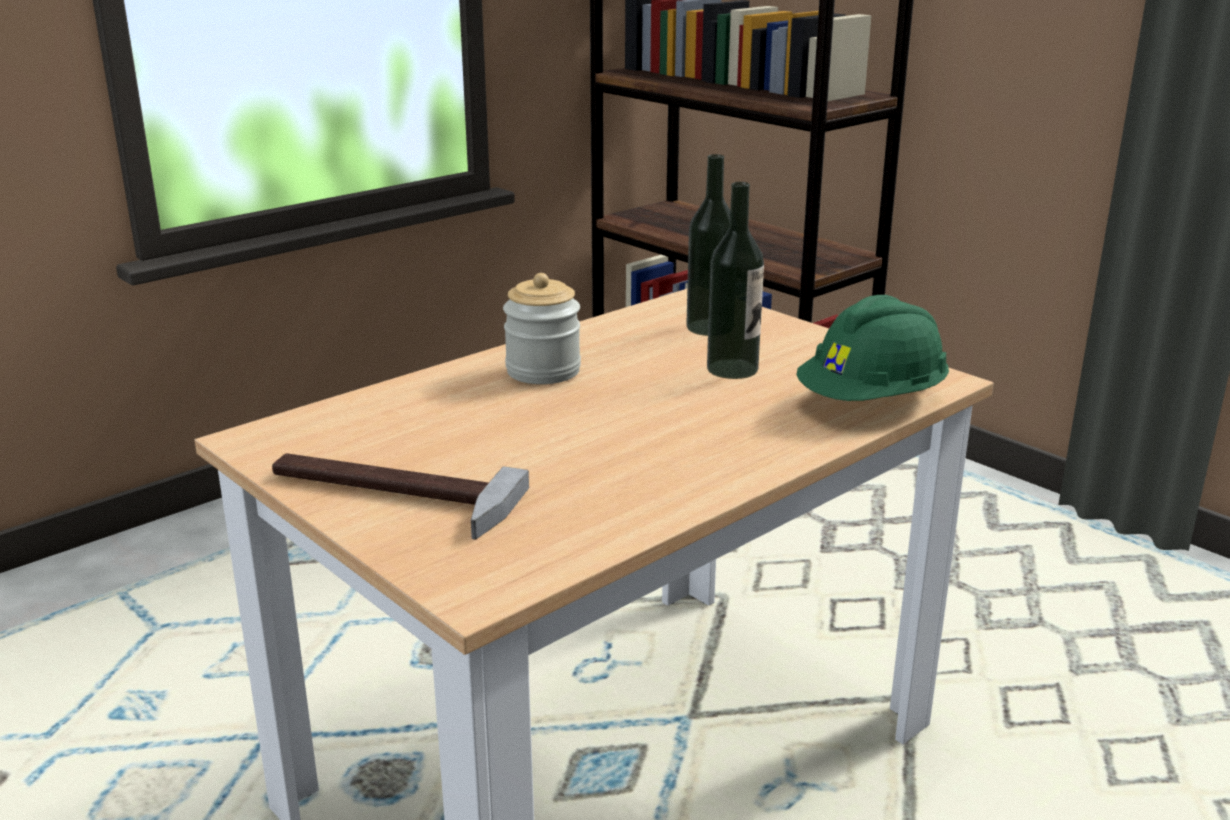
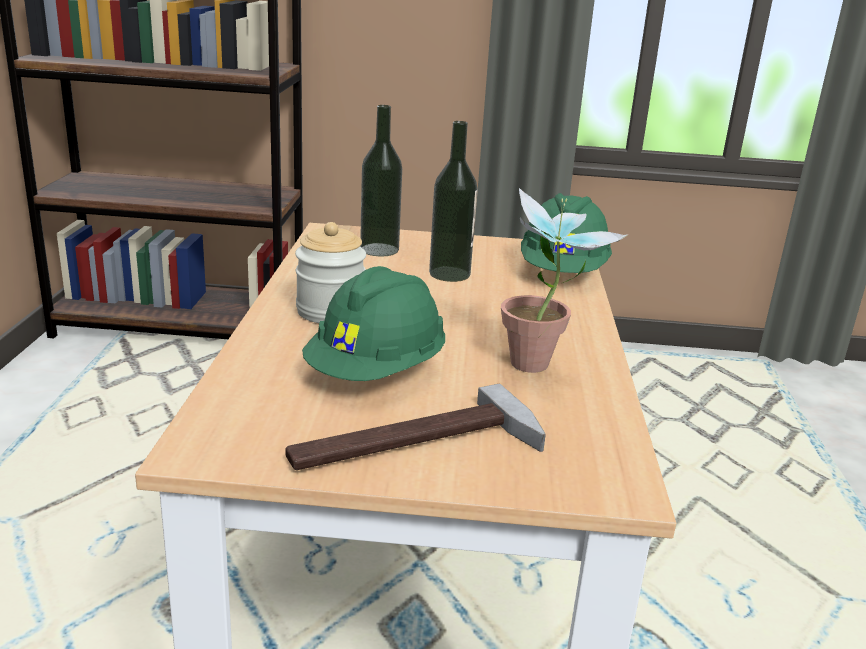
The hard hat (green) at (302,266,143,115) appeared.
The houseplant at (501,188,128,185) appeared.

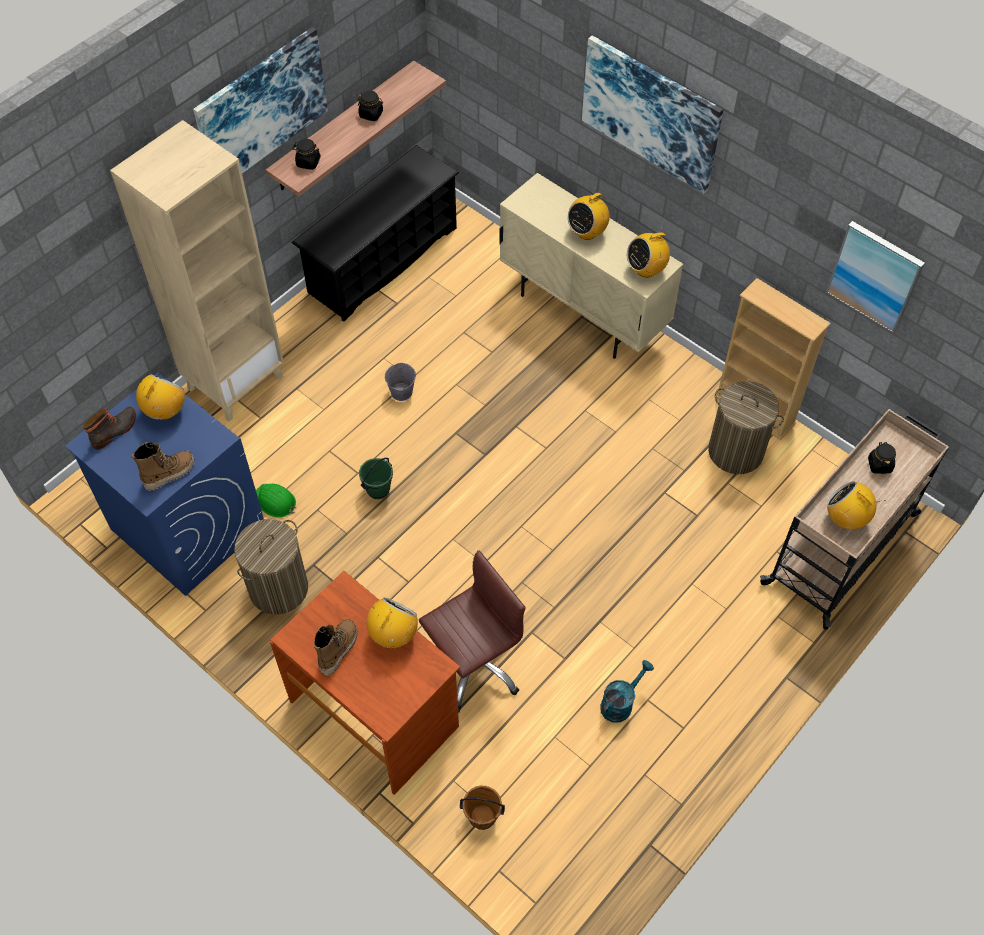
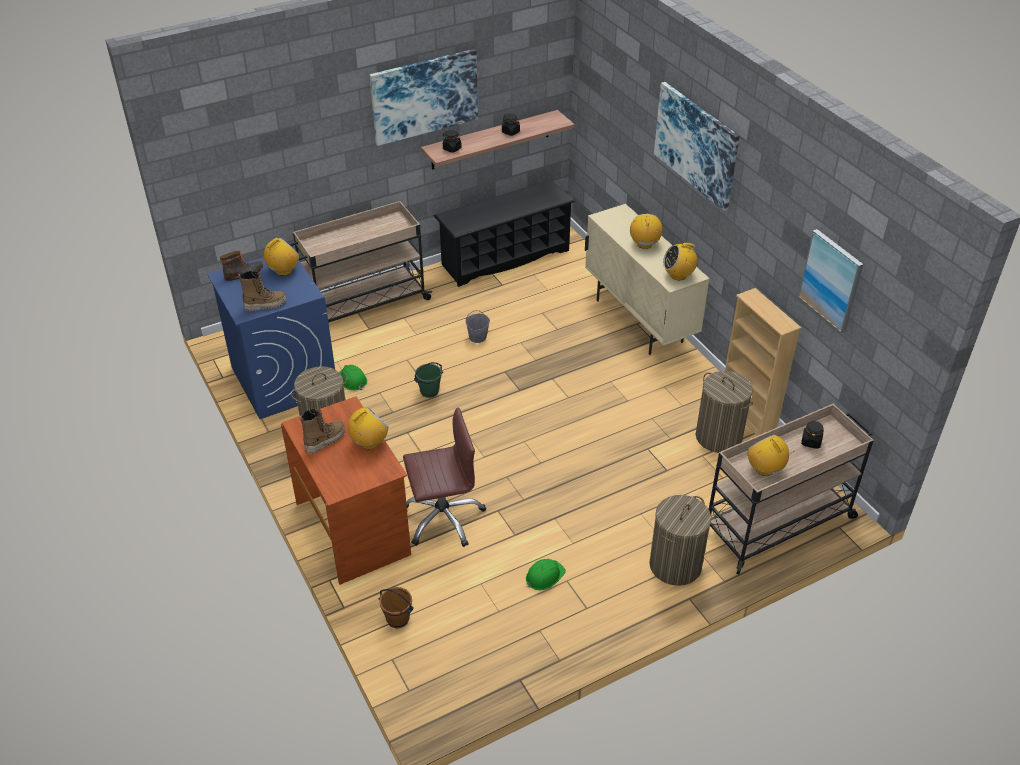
The bookshelf (beige-coloured) at (110,120,174,302) was replaced by the trolley (beige-coloured) at (289,201,143,121).
The sprinkling can (turquoise) at (601,660,53,63) was replaced by the hard hat (green) at (526,559,40,31).
The radio at (568,189,42,51) turned 120 degrees clockwise.
The laundry basket at (649,495,62,91) appeared.

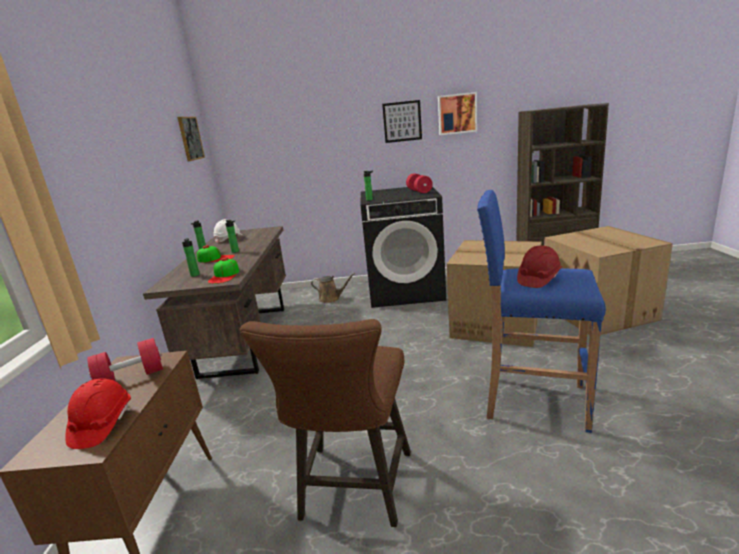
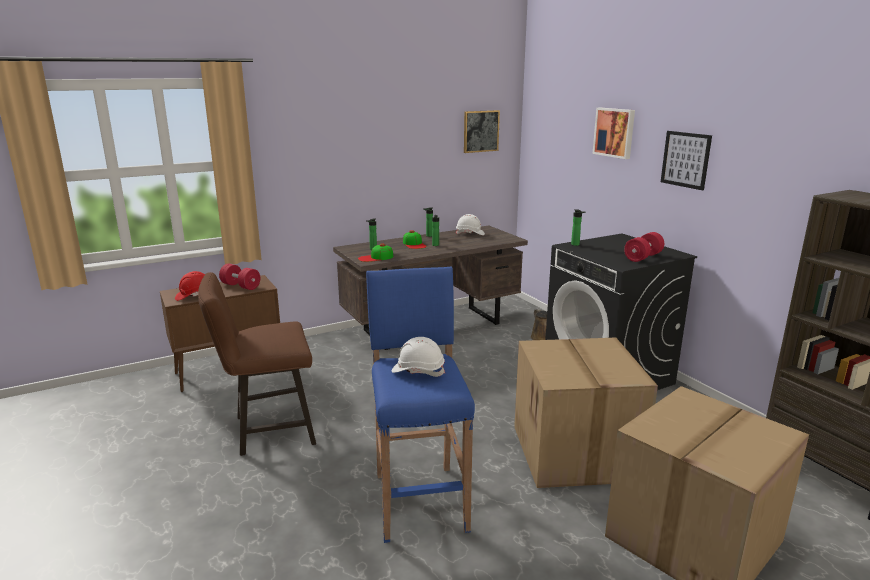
The hard hat (red) at (517,245,45,43) became the hard hat (white) at (392,337,53,40).
The wall art moved from (438,92,39,43) to (592,108,43,51).

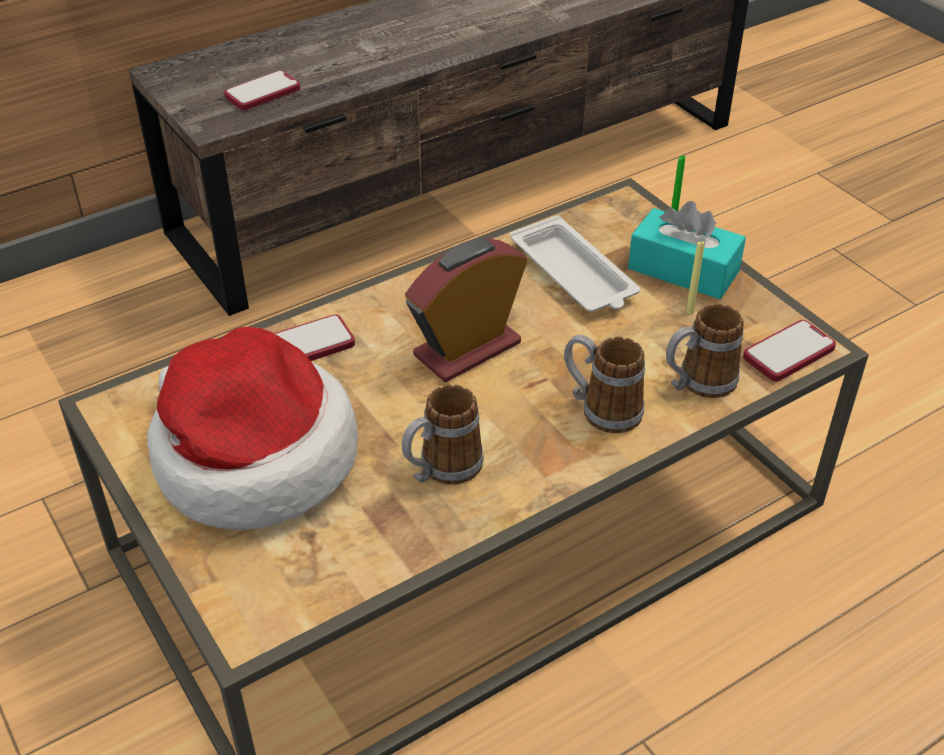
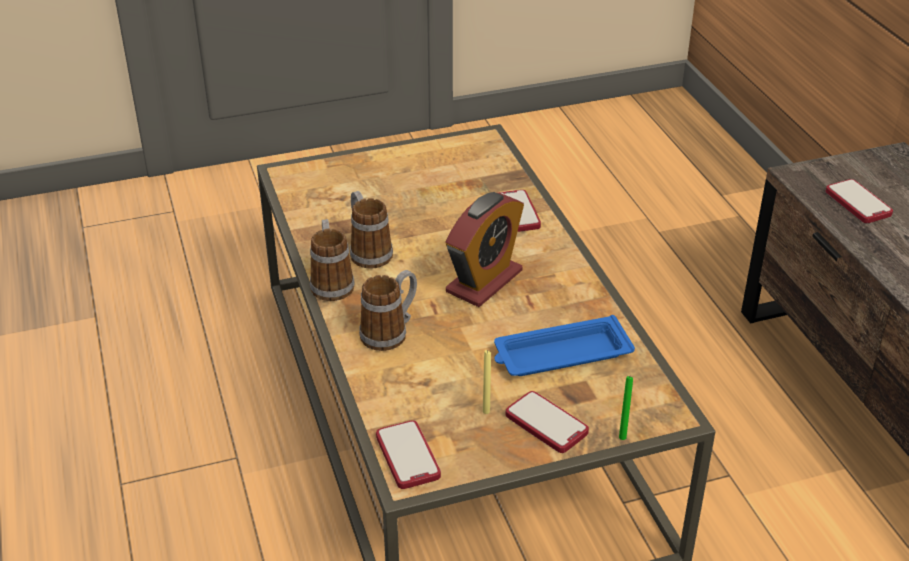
The coffee mug moved from (666,304,78,94) to (310,219,44,82).
The alarm clock at (405,238,122,144) turned 60 degrees clockwise.
The tray (white) at (510,215,130,97) became the tray (bluish) at (494,315,141,61).
The tissue holder (turquoise) at (628,201,118,98) was replaced by the phone at (506,391,83,62).
The clothing hat at (147,327,211,203) disappeared.

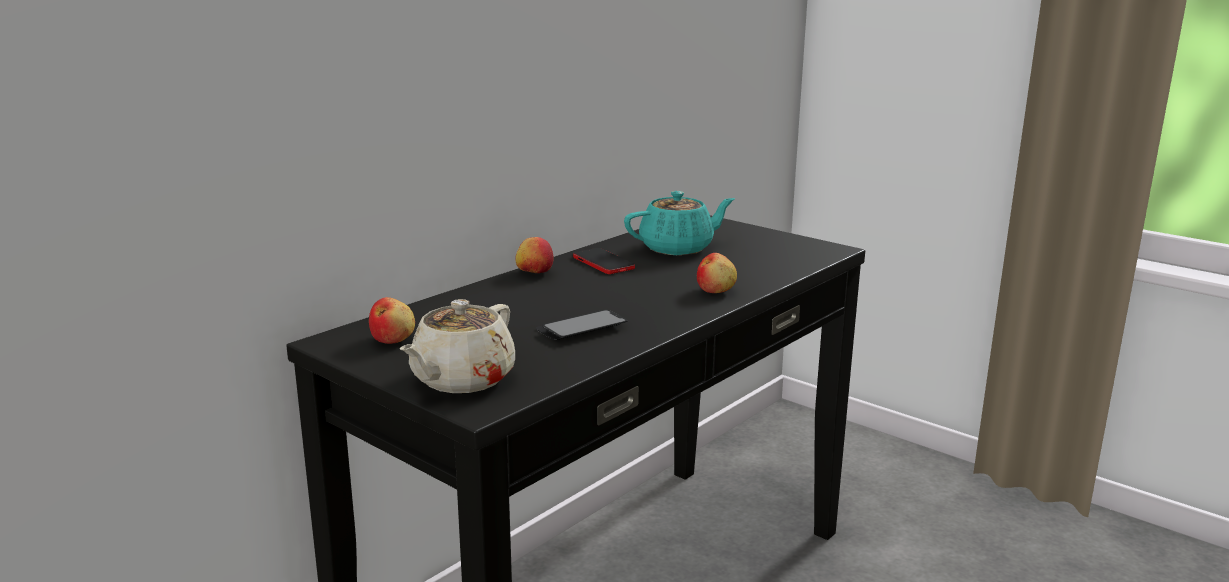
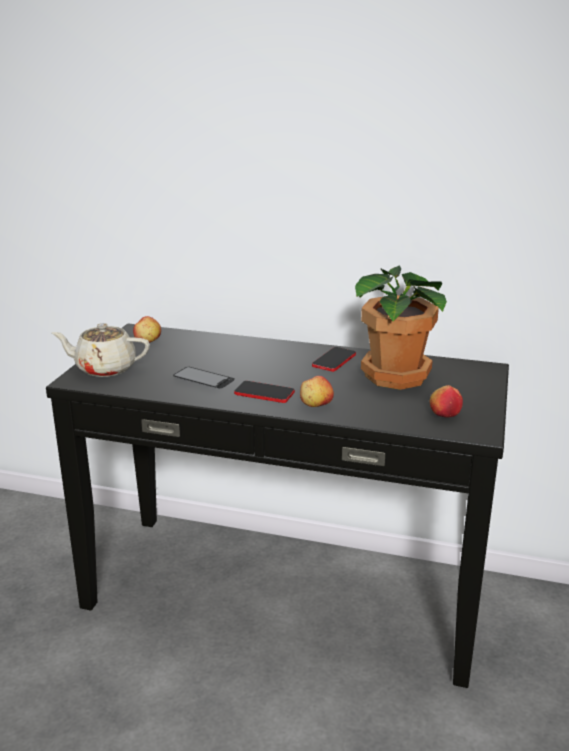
The phone at (234,381,61,22) appeared.
The tea pot (turquoise) at (624,191,111,64) was replaced by the houseplant at (355,265,92,125).
The whole apple moved from (515,237,38,36) to (430,385,33,33).

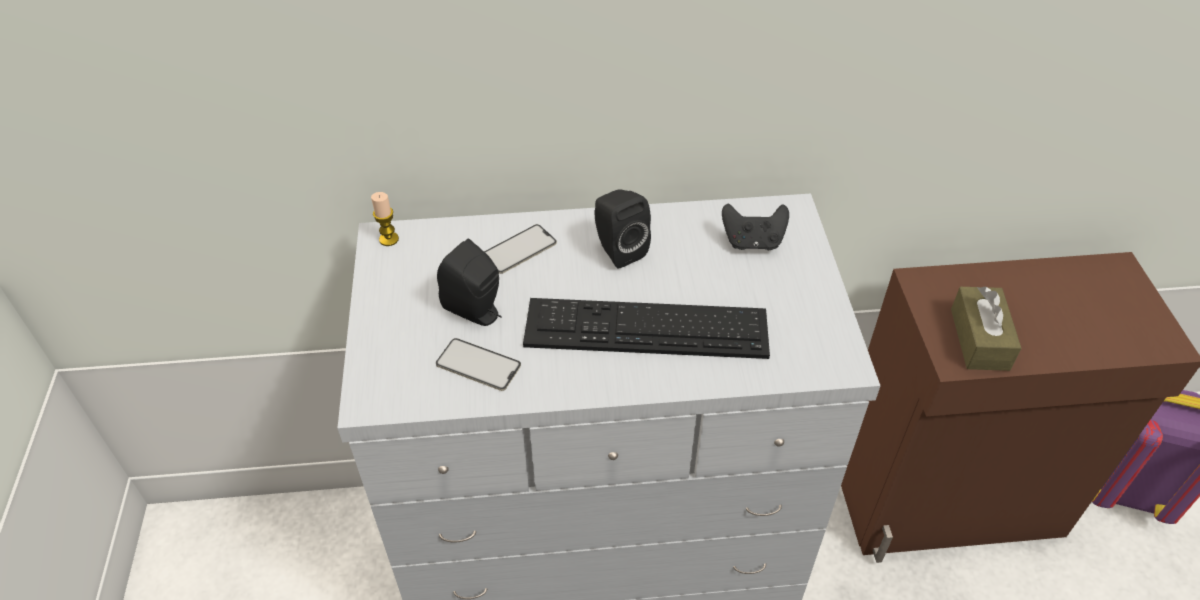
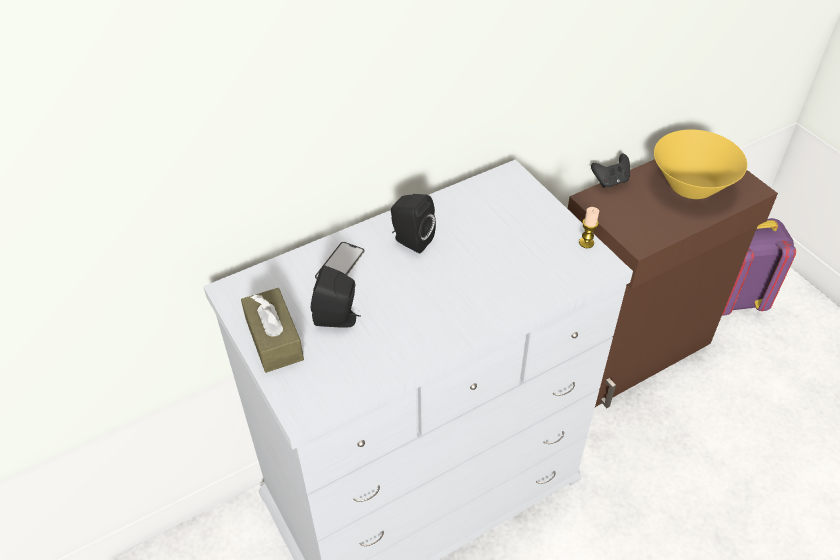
The tissue holder (brown-coloured) moved from (951,287,71,84) to (241,288,63,85).
The candle moved from (371,192,28,54) to (579,207,20,41).
The gamepad (black-coloured) moved from (722,203,67,47) to (591,154,39,34).
The serving bowl (yellowish) at (654,129,93,70) appeared.
The phone at (436,338,85,53) disappeared.
The keyboard at (523,298,247,61) disappeared.

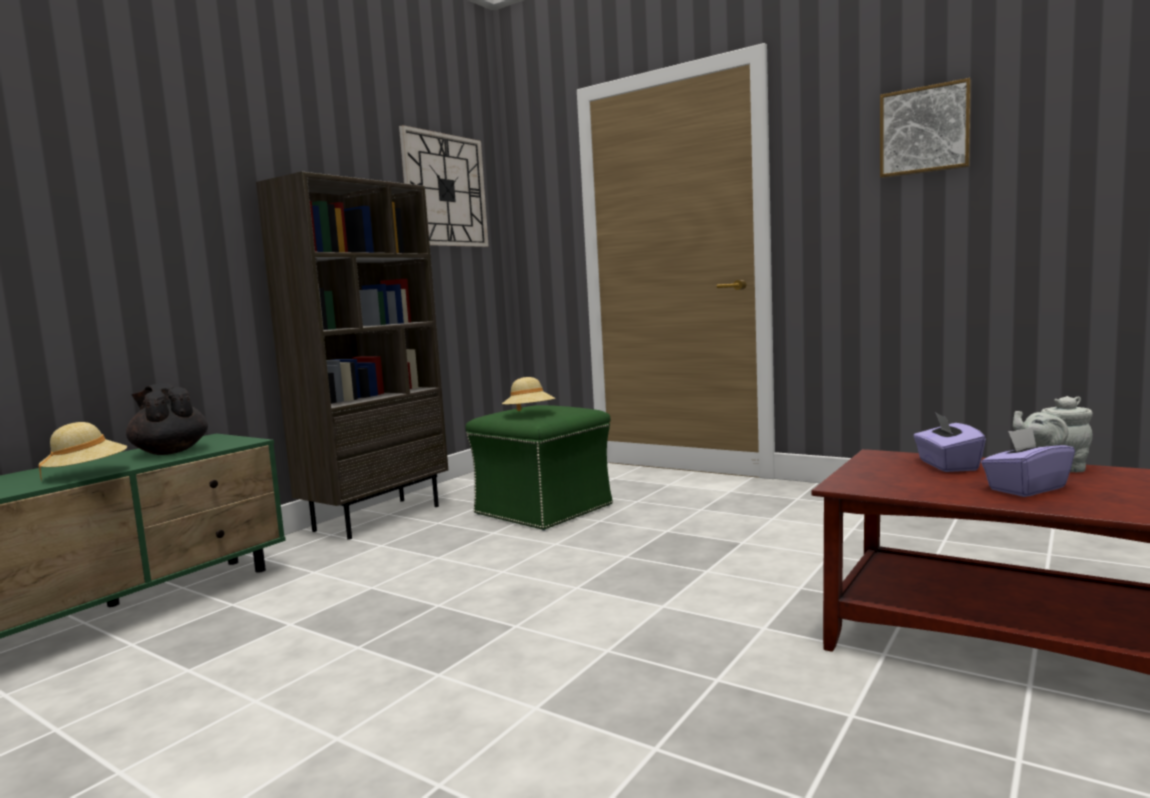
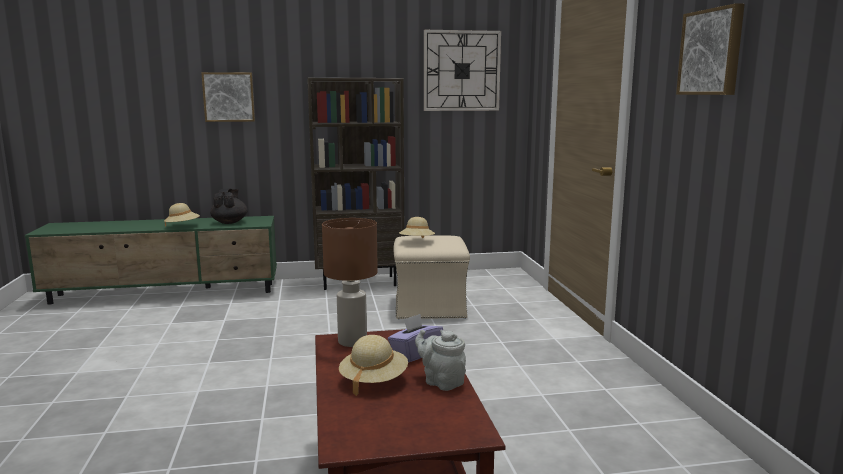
The wall art at (201,72,54,50) appeared.
The tabletop lamp (brown-coloured) at (322,218,56,129) appeared.
The tissue holder (purple-coloured) at (981,427,94,70) was replaced by the clothing hat (beige-coloured) at (339,335,69,61).
The pouffe (green) at (465,405,148,126) became the pouffe (beige-coloured) at (394,235,76,85).

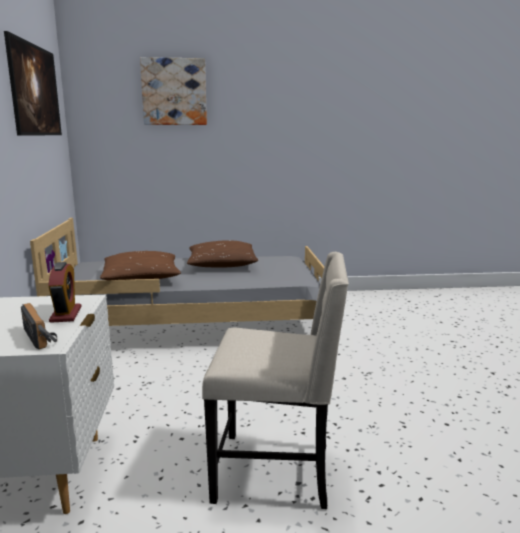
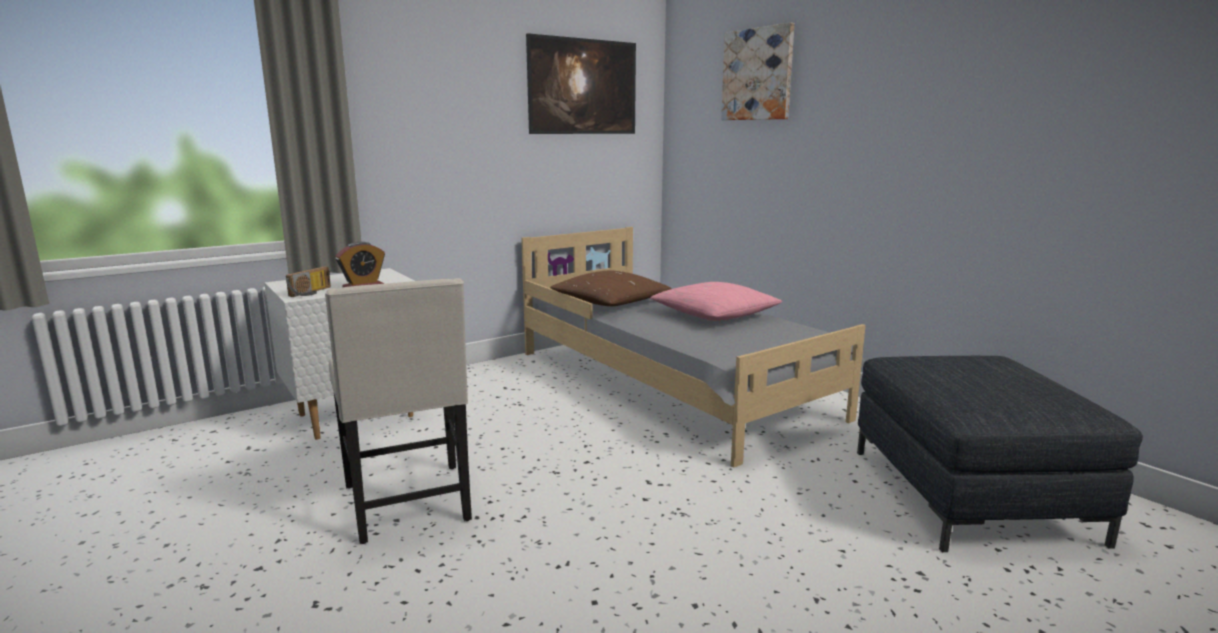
The cushion (brown-coloured) at (187,240,71,28) became the cushion (pink) at (650,282,132,39).
The pouffe (greyish) at (857,356,286,196) appeared.

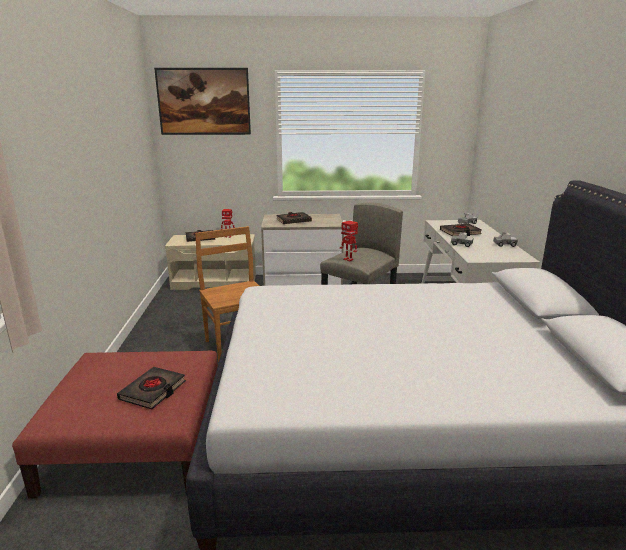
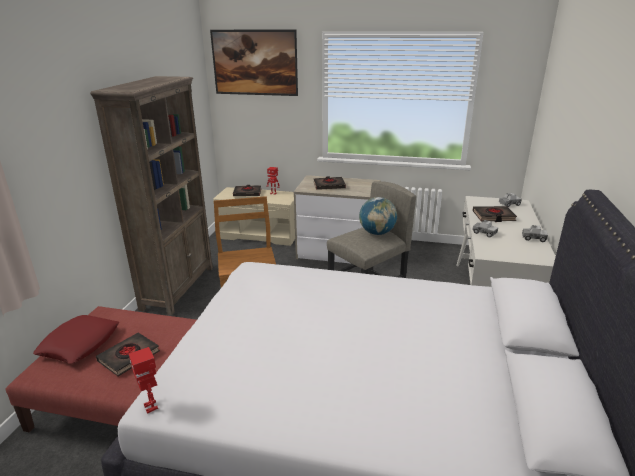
The cushion (red) at (33,315,86,49) appeared.
The bookshelf (brown-coloured) at (90,76,123,239) appeared.
The toy robot moved from (340,221,18,41) to (129,347,29,67).
The world globe at (359,197,38,38) appeared.

